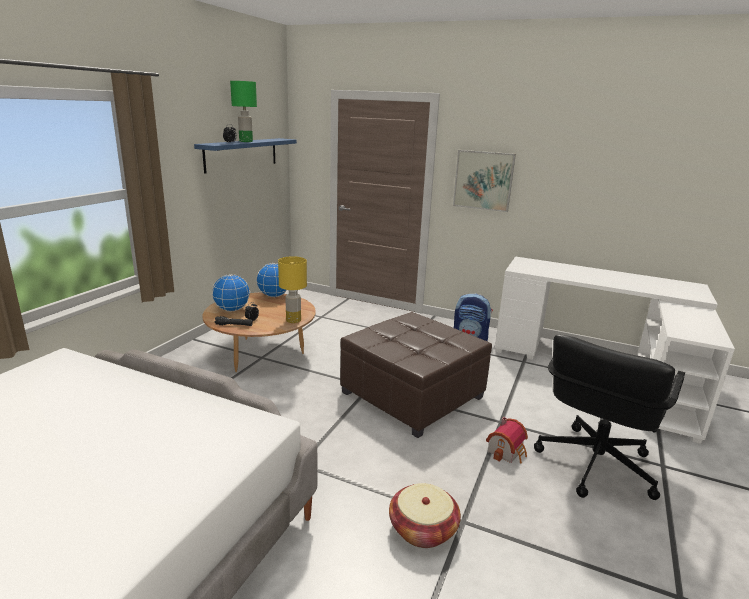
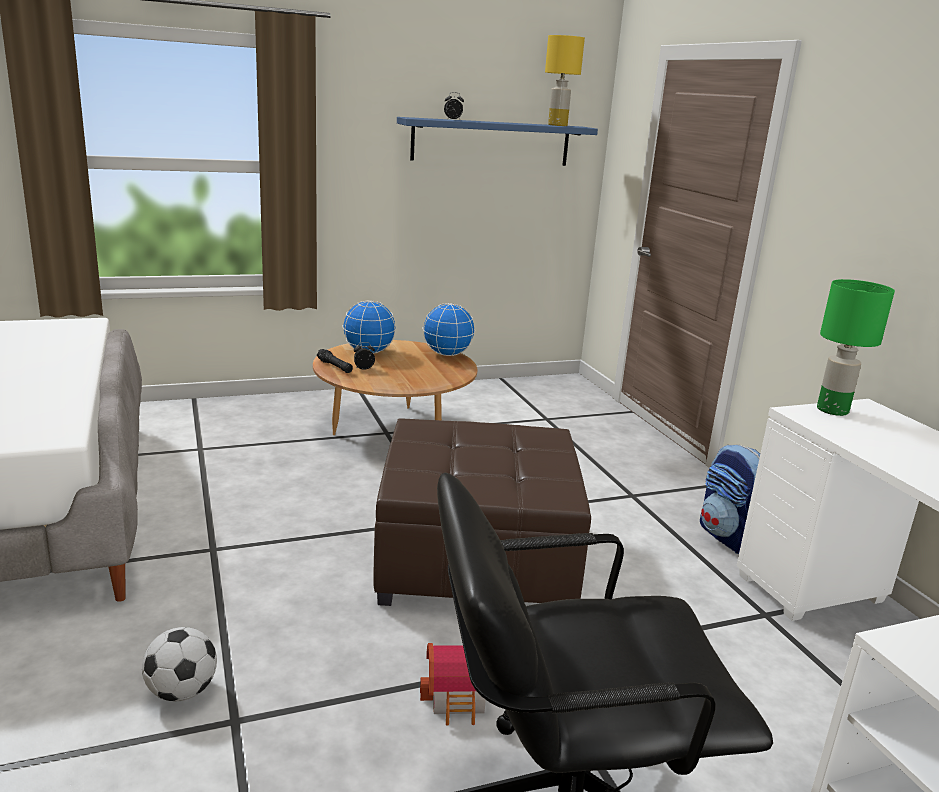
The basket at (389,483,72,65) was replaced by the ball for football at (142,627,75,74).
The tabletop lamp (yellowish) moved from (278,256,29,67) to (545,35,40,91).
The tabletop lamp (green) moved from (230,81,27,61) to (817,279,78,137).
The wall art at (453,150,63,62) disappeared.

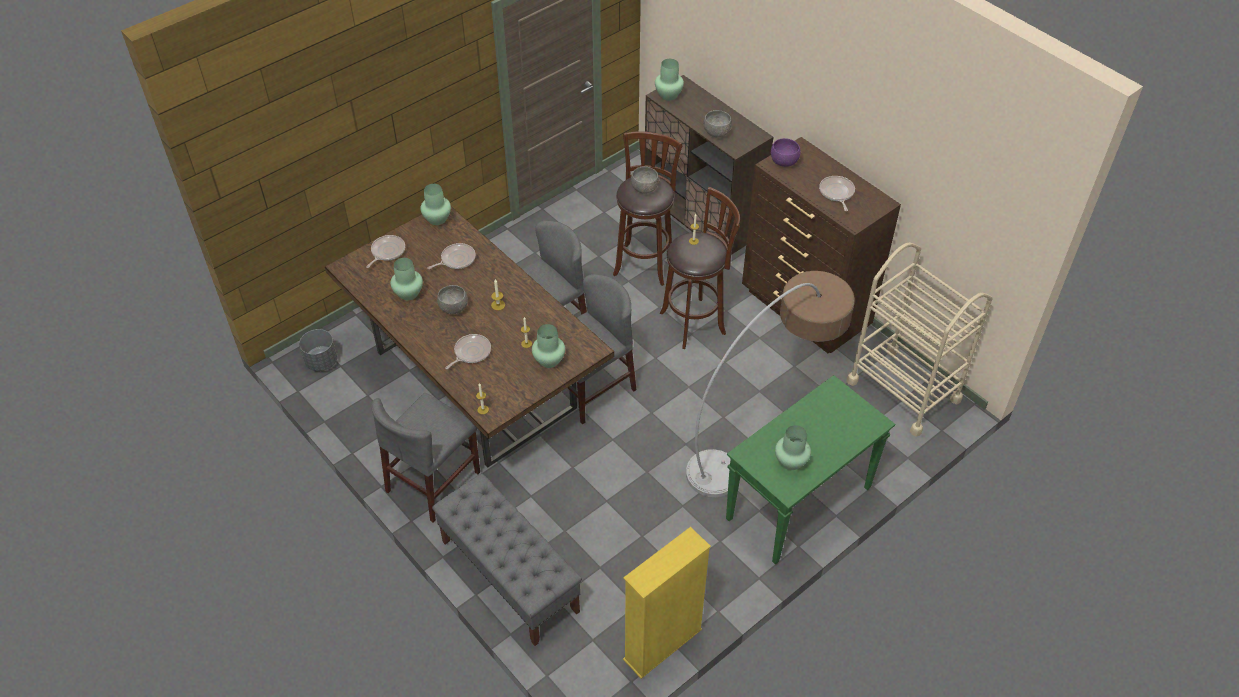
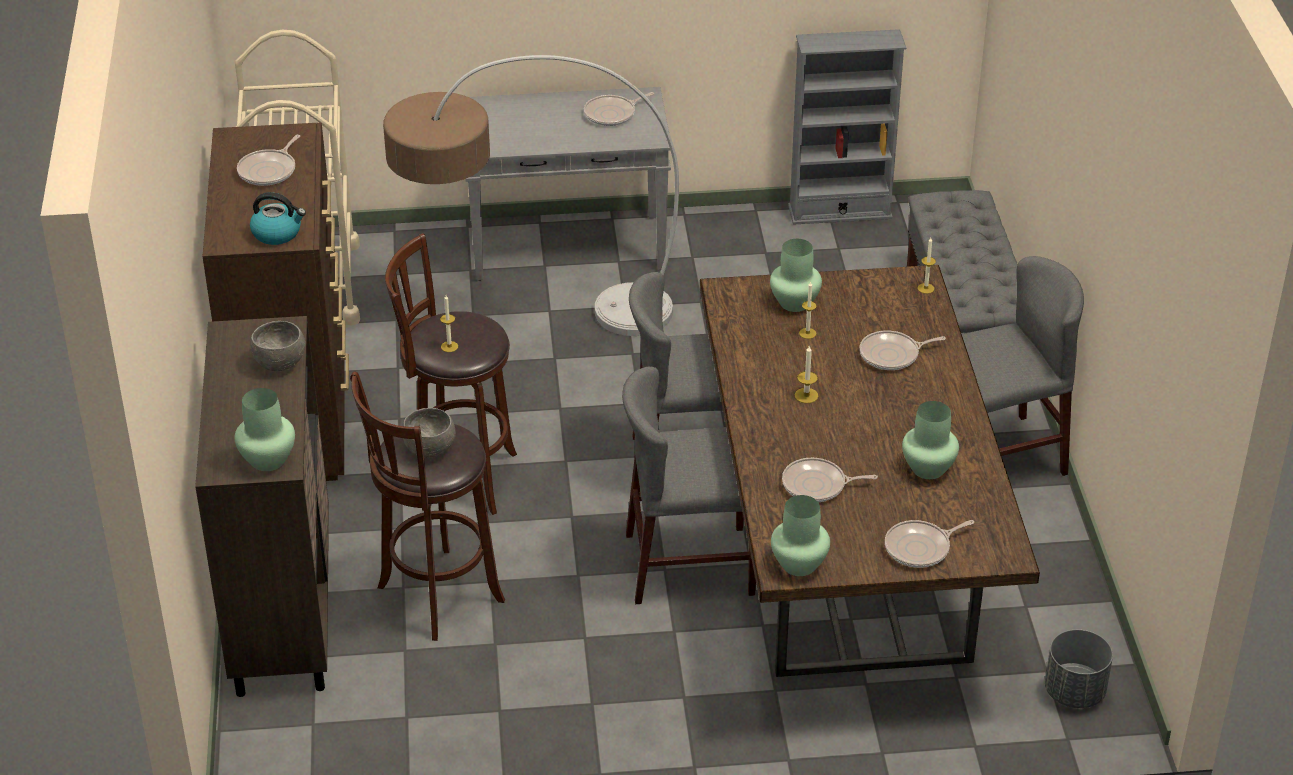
The serving bowl (purple-coloured) at (771,138,30,29) was replaced by the tea kettle at (250,192,56,53).
The narrow table (green) at (726,375,169,190) became the narrow table (greyish) at (466,87,205,194).
The decorative vase (green) at (775,425,36,45) was replaced by the skillet at (584,92,70,34).
The bookshelf (yellowish) at (623,527,88,152) became the bookshelf (greyish) at (788,29,118,196).
The serving bowl (greyish) at (437,285,31,30) disappeared.

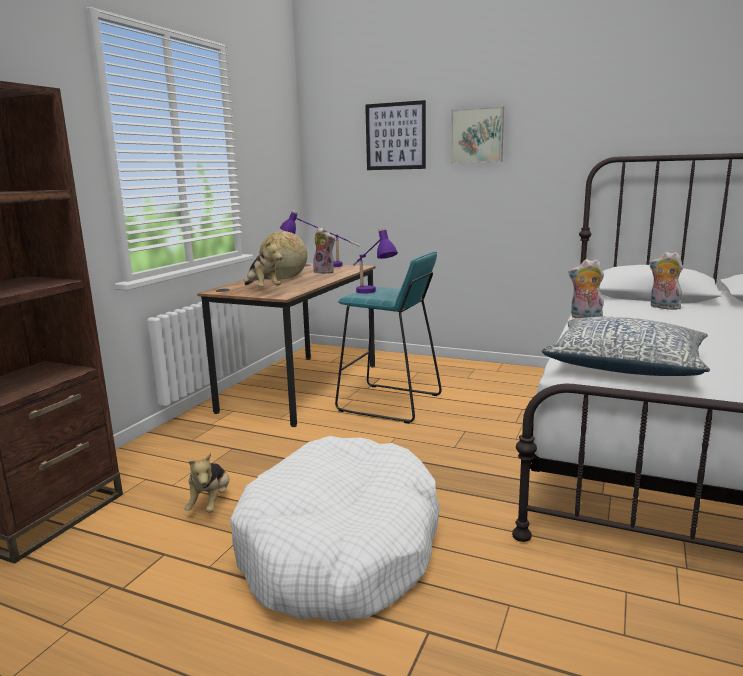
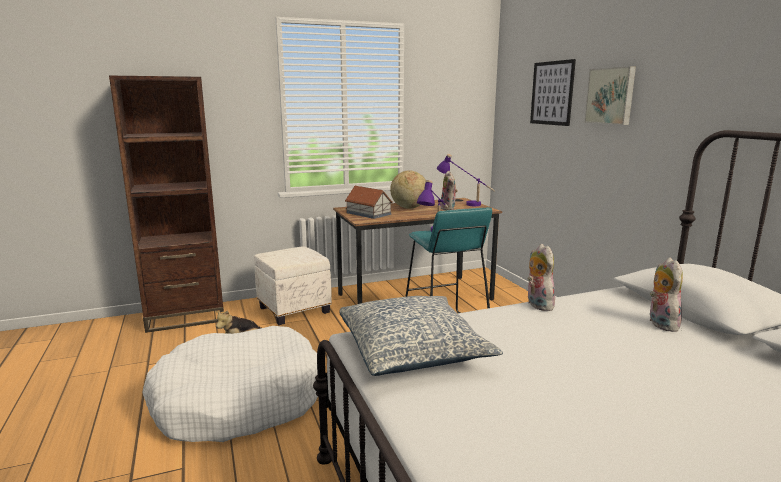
The pouffe (white) at (254,246,78,79) appeared.
The soft toy at (244,239,38,48) was replaced by the model house at (345,186,48,33).

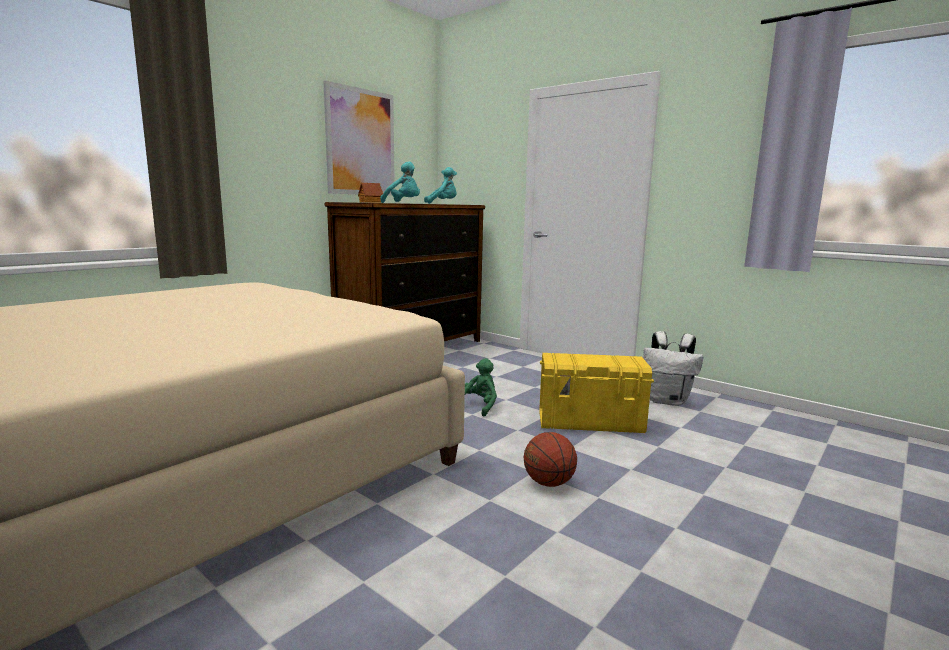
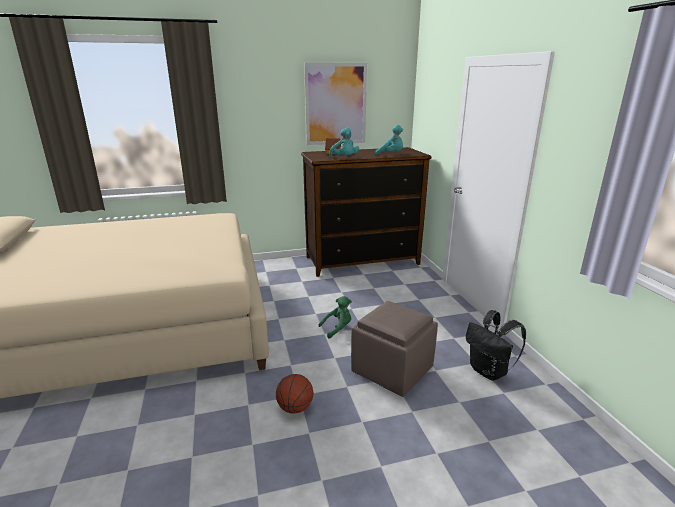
The storage container (yellowish) at (539,353,115,80) was replaced by the pouffe (brown-coloured) at (351,301,87,96).
The rucksack (white) at (643,331,60,75) became the rucksack (black-coloured) at (466,310,60,71).

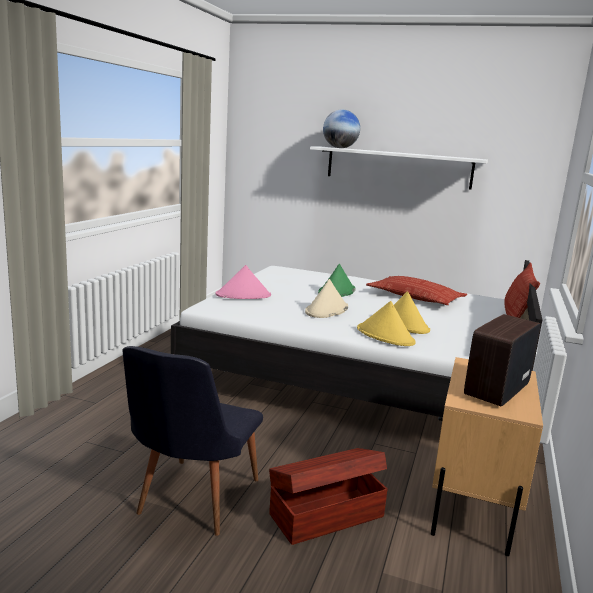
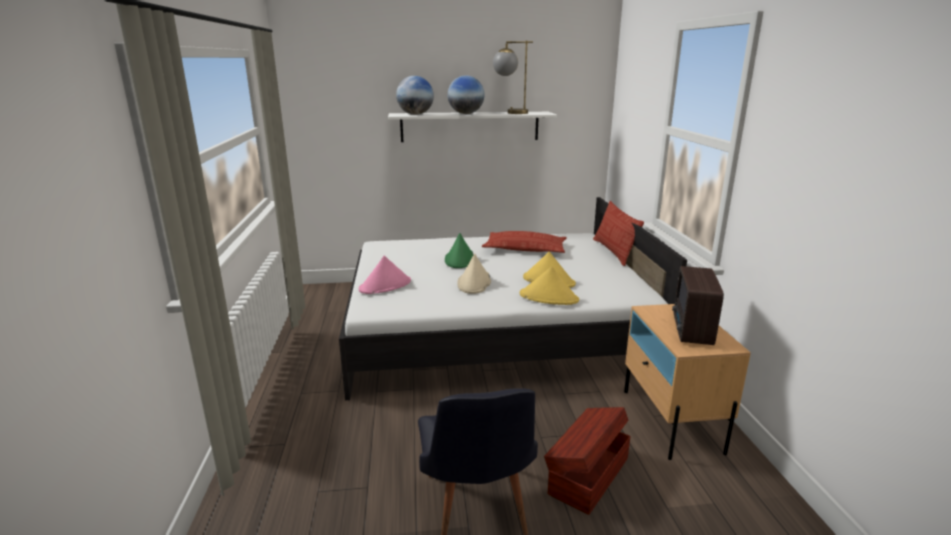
The world globe at (448,75,36,39) appeared.
The tabletop lamp at (493,41,40,73) appeared.

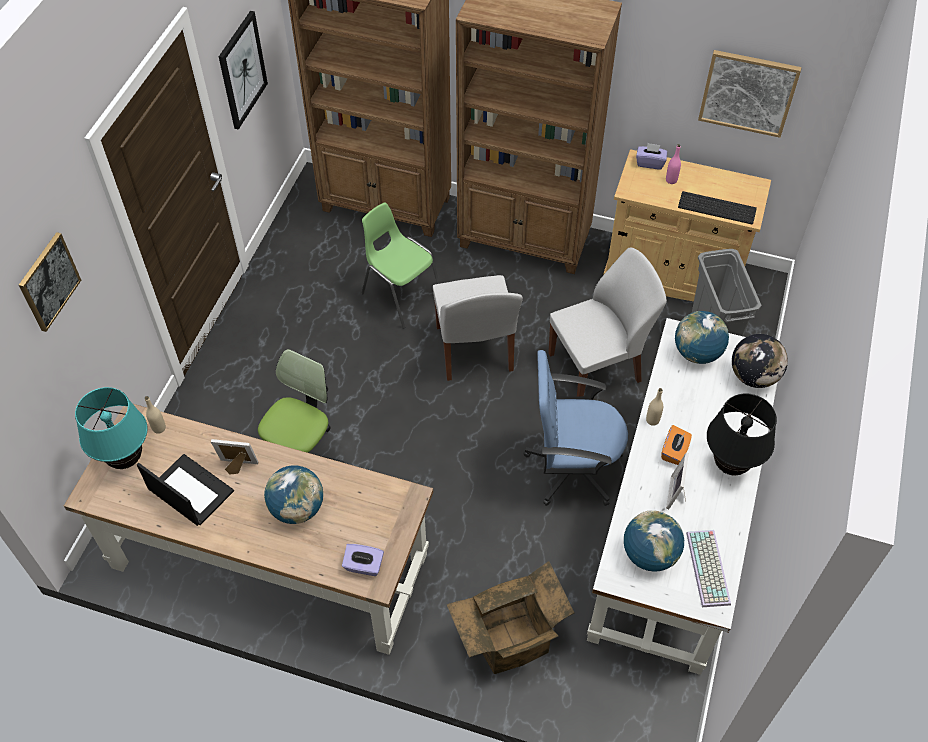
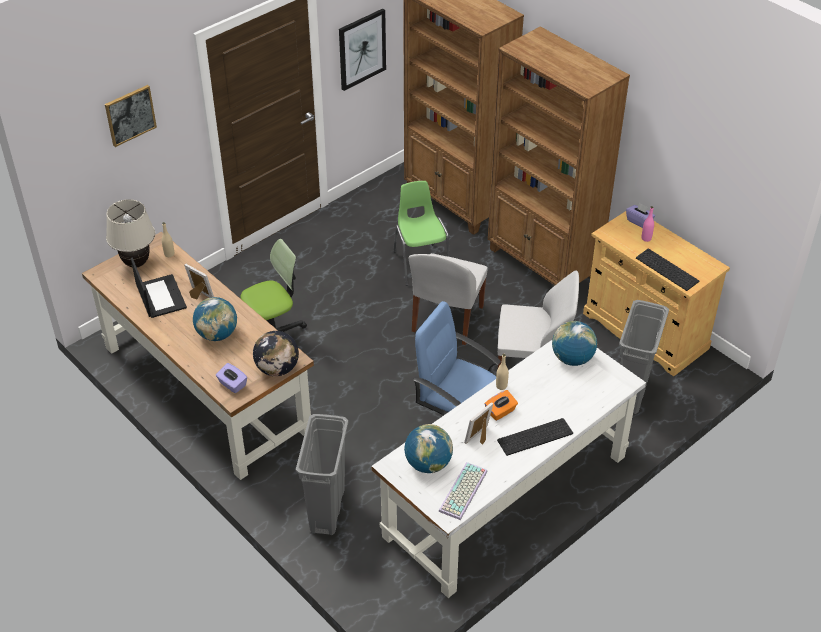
The tabletop lamp (turquoise) at (75,387,73,82) became the tabletop lamp (beige-coloured) at (106,199,49,68).
The world globe moved from (732,334,56,54) to (253,331,46,45).
The cardboard box at (447,561,128,113) was replaced by the rubbish bin (greyish) at (296,414,52,121).
The tabletop lamp (black-coloured) at (707,393,70,83) was replaced by the keyboard at (497,418,76,38).
The wall art at (698,50,104,88) disappeared.

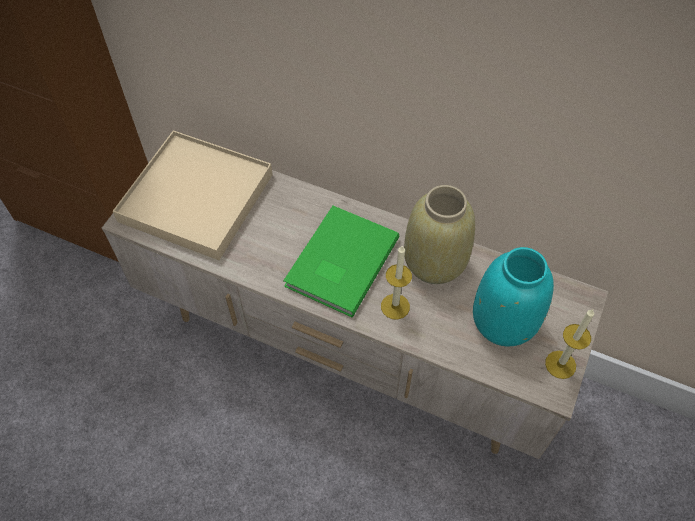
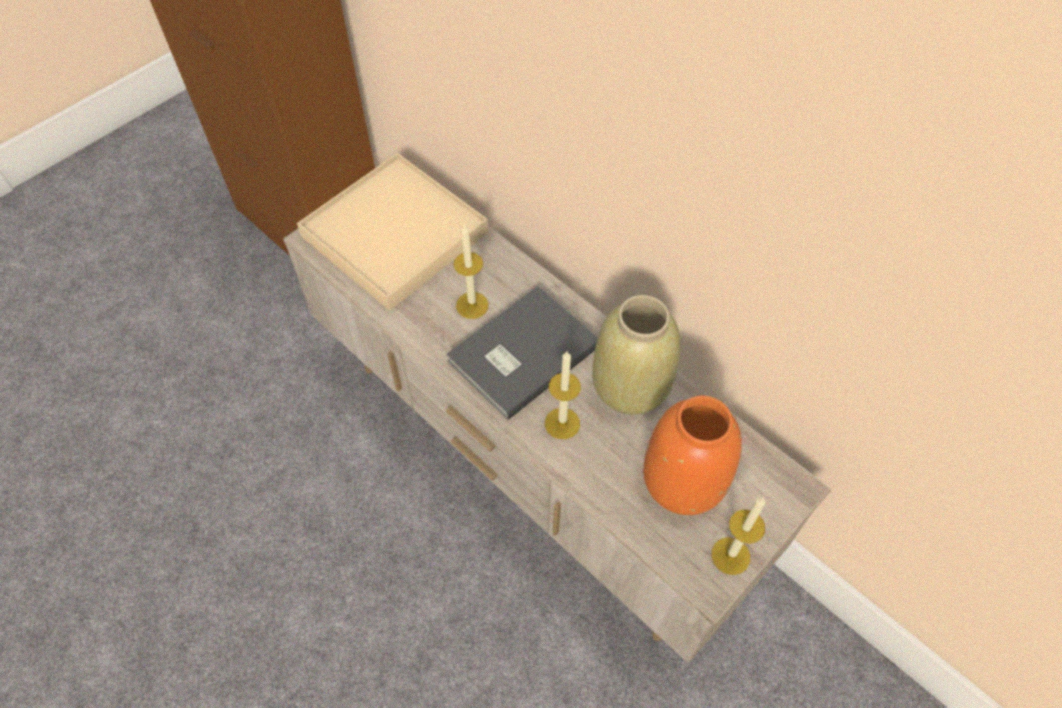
The bound book (green) at (283,206,116,111) became the bound book (greyish) at (446,286,152,134).
The candle at (454,224,35,95) appeared.
The decorative vase (turquoise) at (473,247,81,99) became the decorative vase (orange) at (643,396,99,119).

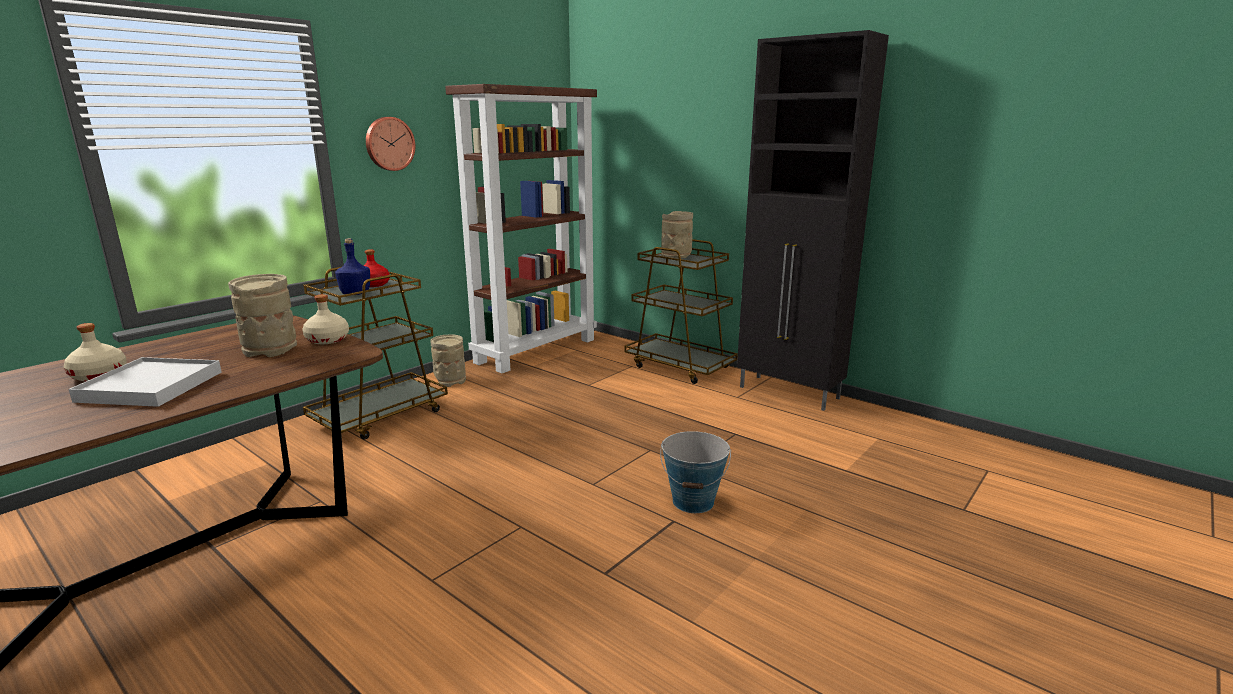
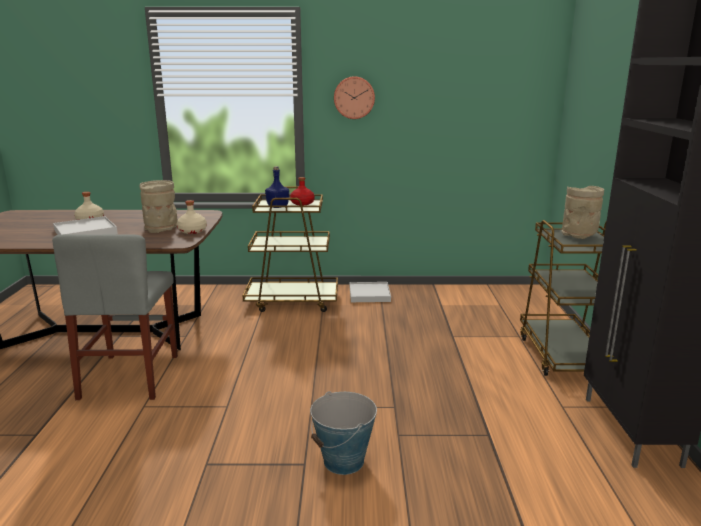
The chair (greyish) at (52,234,126,166) appeared.
The decorative vase (beige-coloured) at (430,334,36,53) was replaced by the tray (white) at (350,282,41,20).
The bookshelf (brown-coloured) at (445,84,152,289) disappeared.

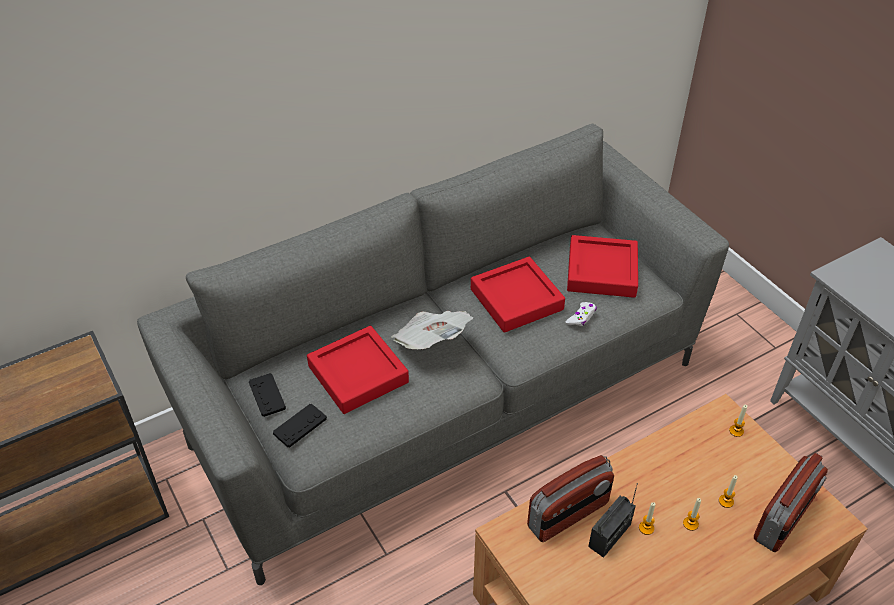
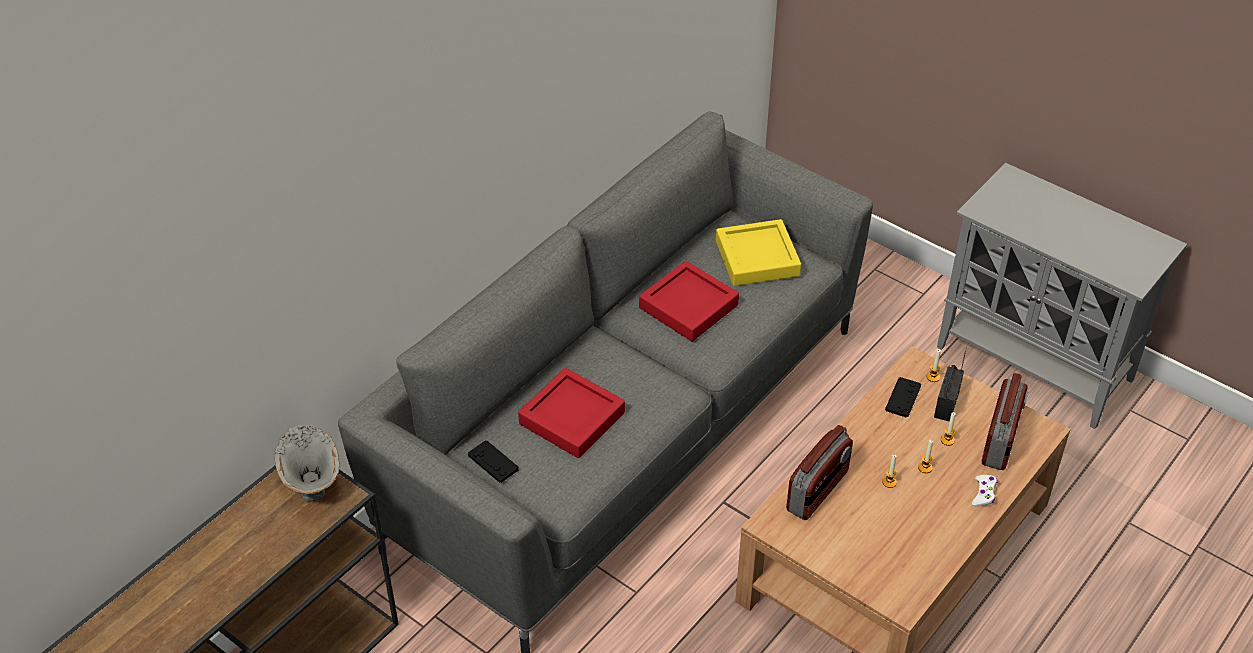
The decorative vase (greyish) at (274,425,66,77) appeared.
The tray (red) at (567,235,71,63) became the tray (yellowish) at (716,219,85,67).
The gamepad (black-coloured) moved from (273,404,54,43) to (885,377,36,41).
The radio moved from (588,483,50,75) to (934,347,33,74).
The gamepad (white) moved from (565,302,32,24) to (972,475,25,31).
The daily paper at (391,311,82,38) disappeared.

